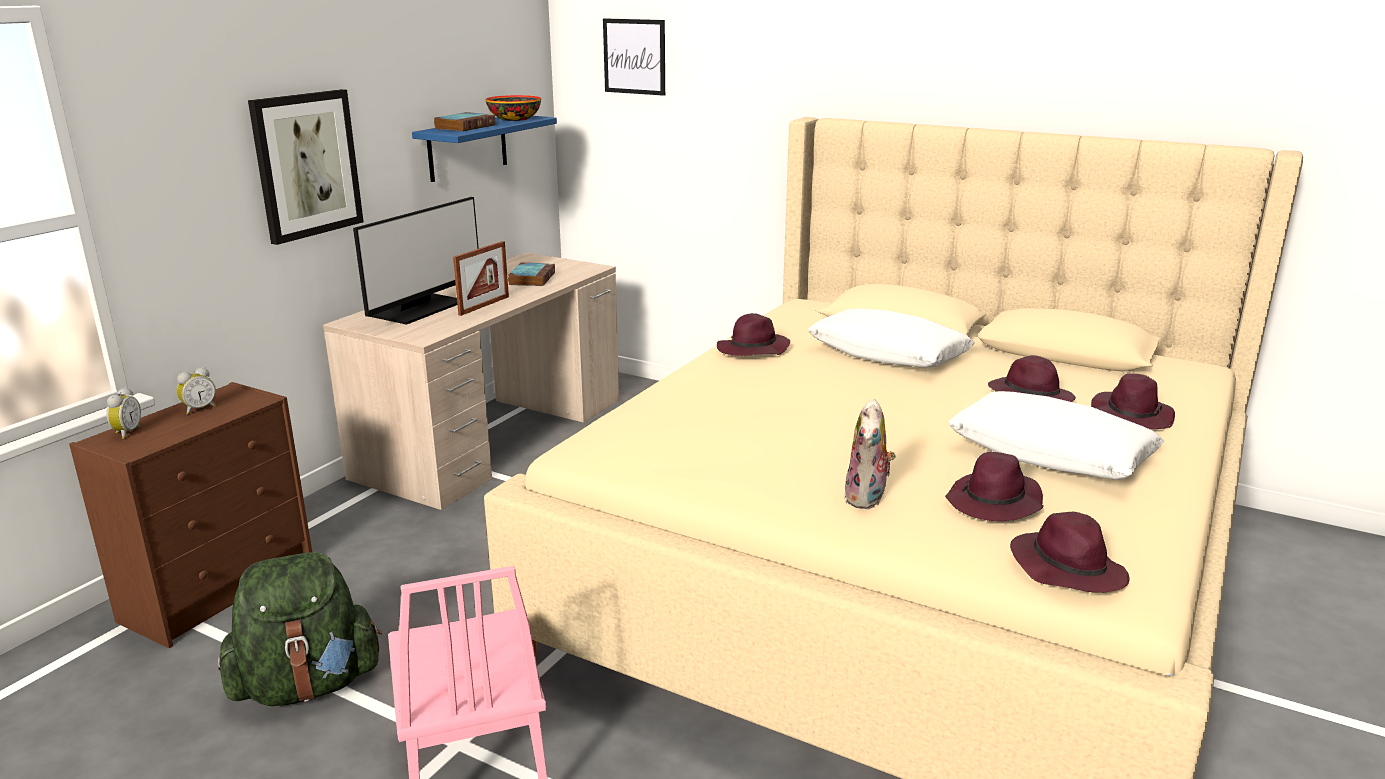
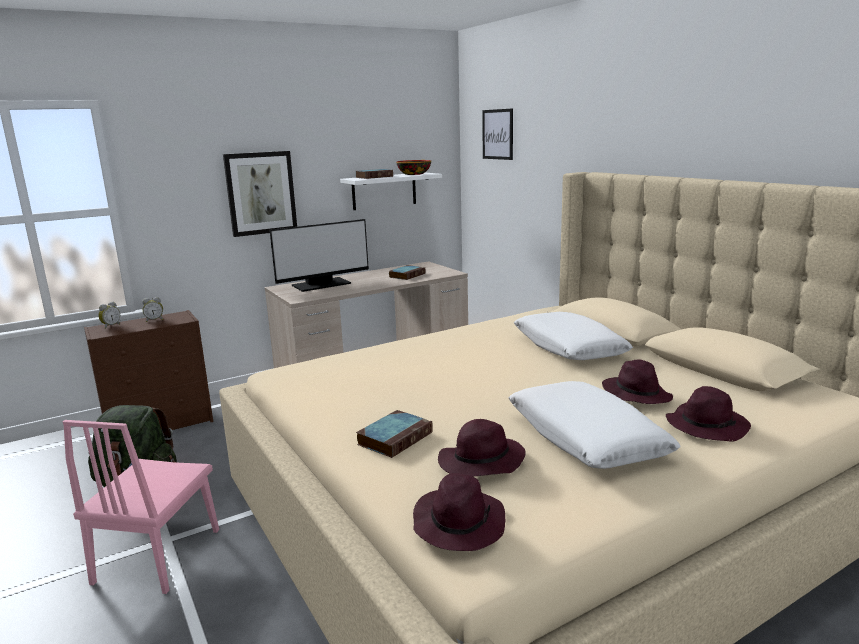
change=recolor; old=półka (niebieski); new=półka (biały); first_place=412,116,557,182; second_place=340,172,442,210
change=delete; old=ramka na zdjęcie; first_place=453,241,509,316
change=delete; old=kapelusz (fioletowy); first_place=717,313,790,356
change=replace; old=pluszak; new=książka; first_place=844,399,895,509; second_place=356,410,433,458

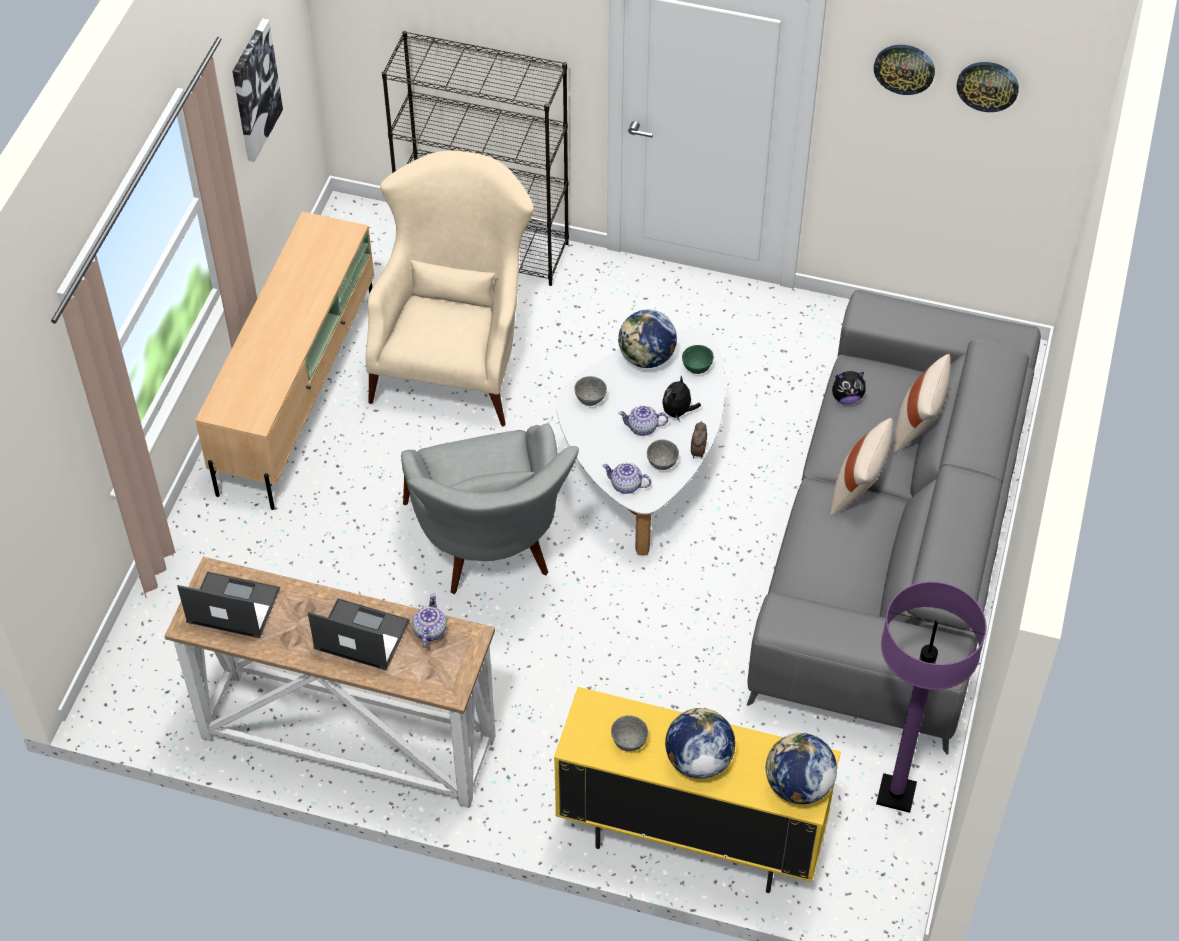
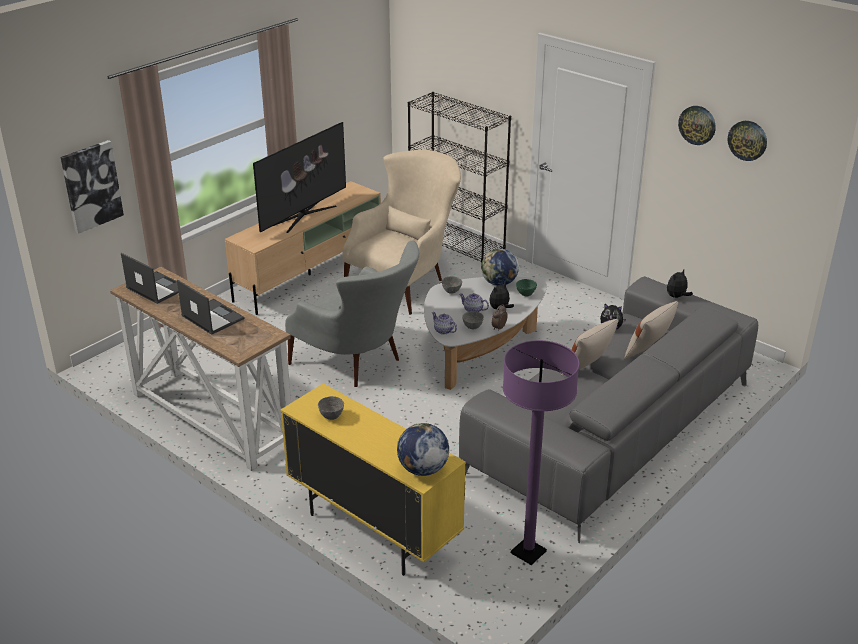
change=move; old=obraz; first_place=232,19,283,162; second_place=61,140,124,234
change=rotate; old=fotel (szary); first_place=401,424,579,594; second_place=285,240,419,387; degrees=-60
change=delete; old=imbryk; first_place=412,593,447,648
change=delete; old=globus; first_place=665,708,736,779
change=insert; new=telewizor; second_place=253,122,346,233
change=insert; new=pluszak; second_place=667,269,693,298

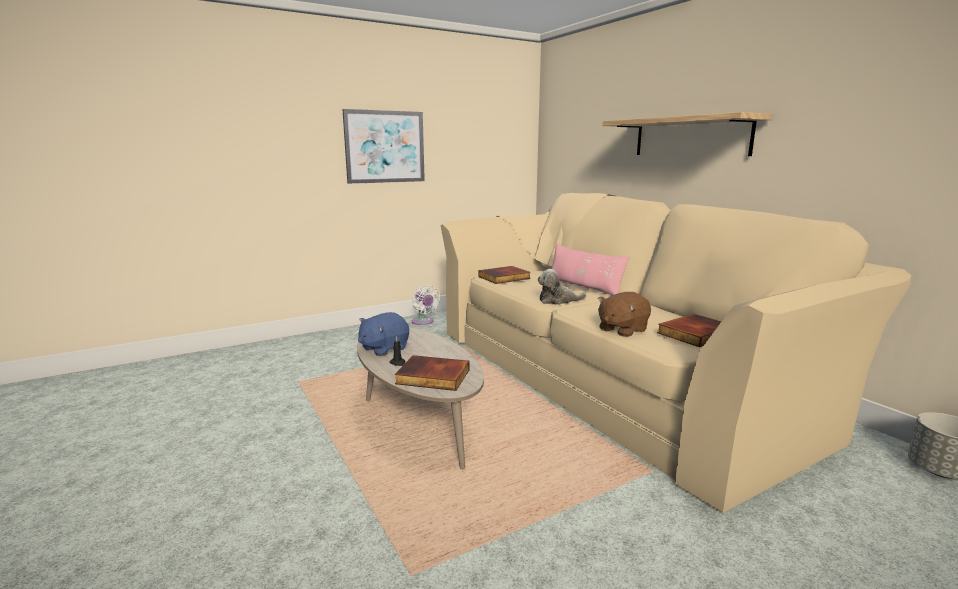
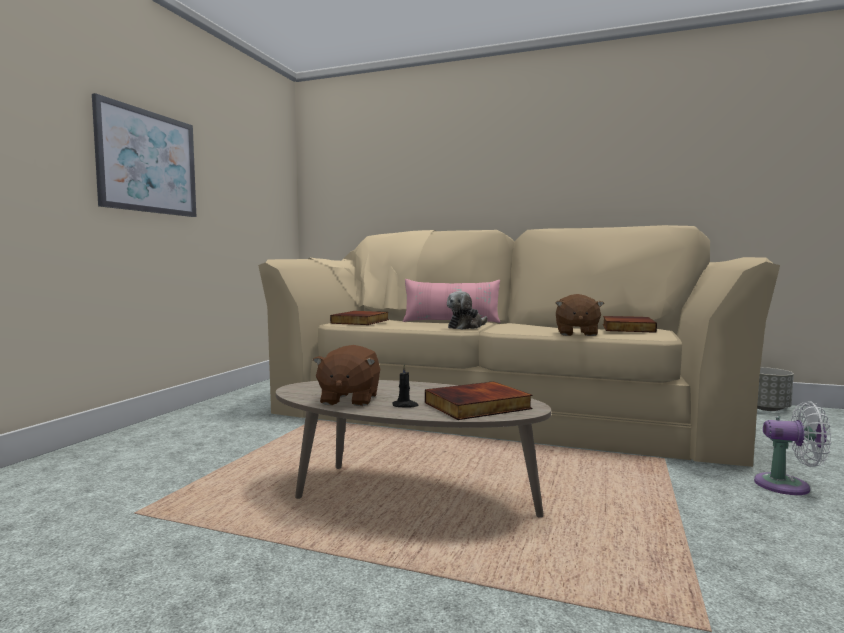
change=recolor; old=pluszak (niebieski); new=pluszak (brązowy); first_place=358,312,409,356; second_place=313,345,380,406
change=move; old=wentylator (biały); first_place=412,285,440,325; second_place=754,401,831,495
change=delete; old=półka; first_place=603,112,772,156

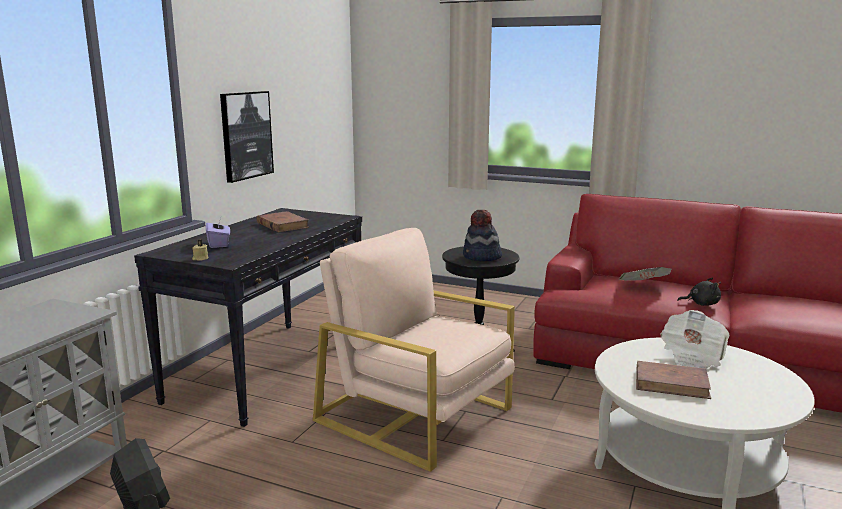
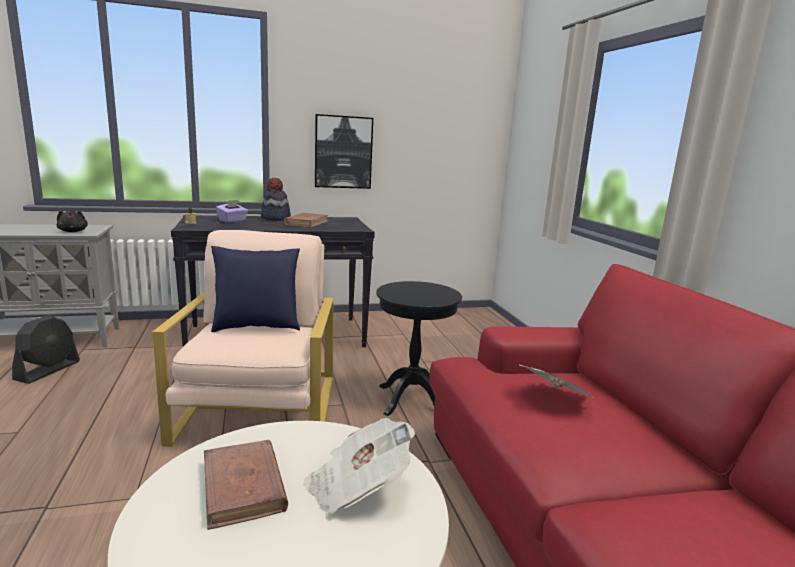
change=move; old=kapelusz; first_place=463,210,502,261; second_place=261,178,291,221
change=move; old=pluszak (czarny); first_place=677,278,721,306; second_place=57,210,88,232
change=insert; new=poduszka (niebieski); second_place=211,246,300,332

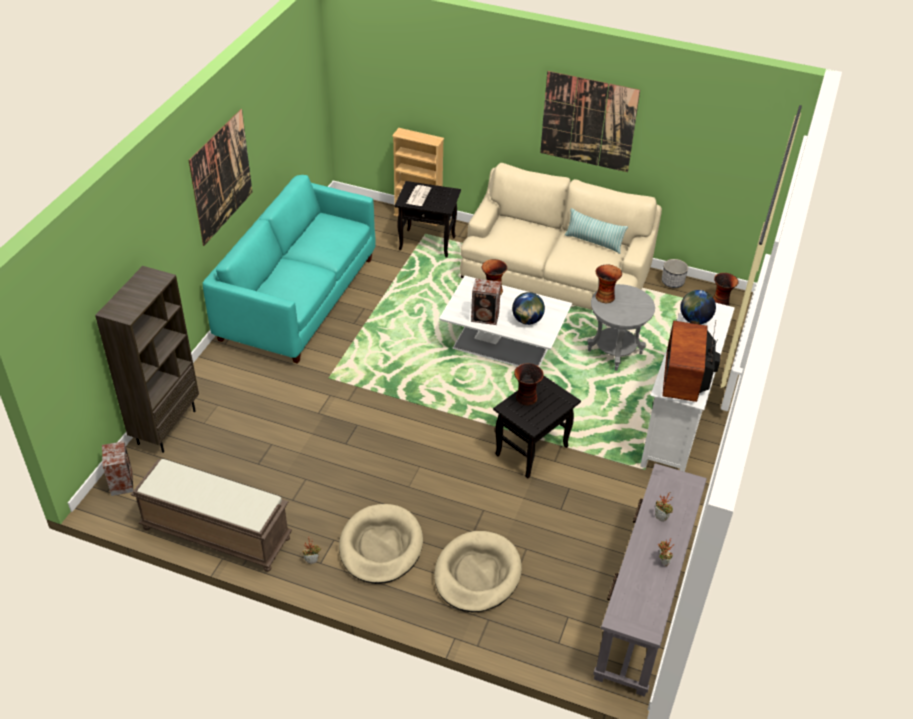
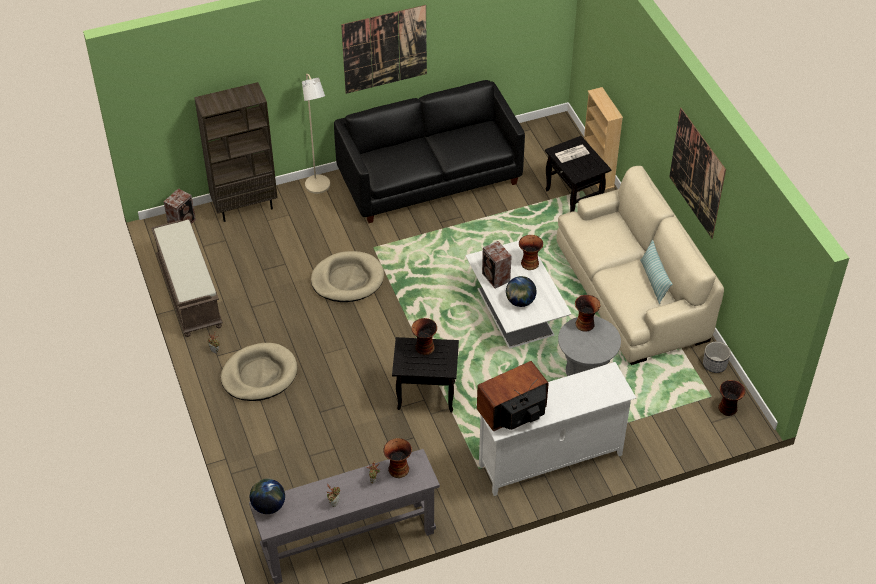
change=recolor; old=kanapa (turkusowy); new=kanapa (czarny); first_place=203,175,376,364; second_place=334,80,525,223
change=move; old=legowisko (beżowy); first_place=434,531,522,612; second_place=311,251,384,302
change=move; old=globus; first_place=680,290,716,324; second_place=250,479,285,514
change=insert; new=lampa stojąca (beżowy); second_place=302,74,330,194
change=insert; new=wazon; second_place=384,438,412,478

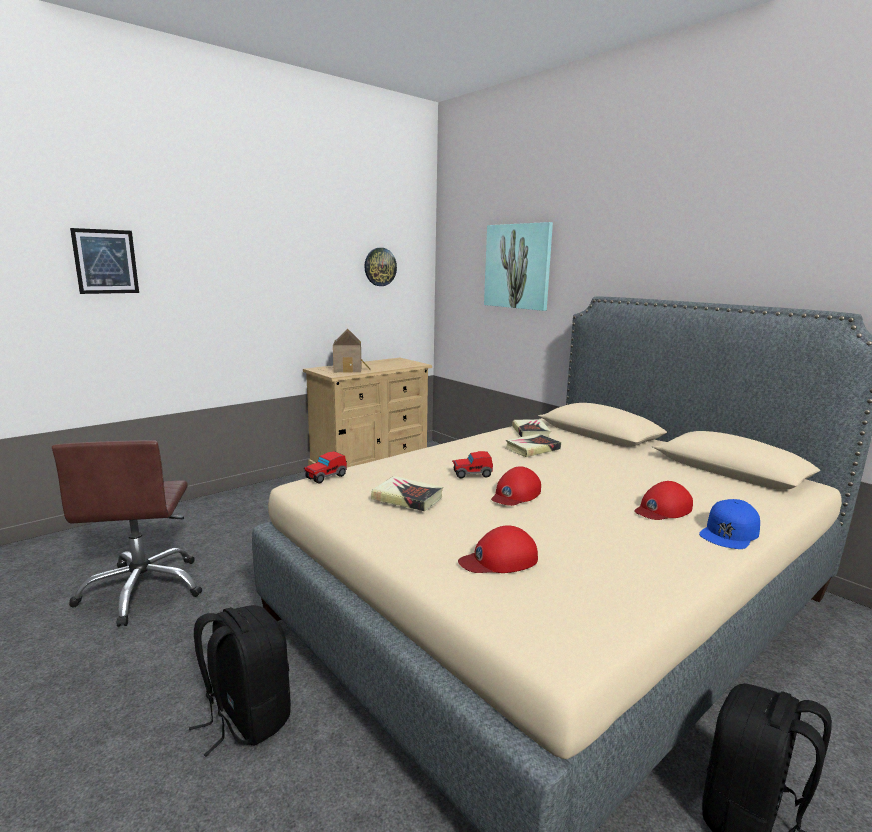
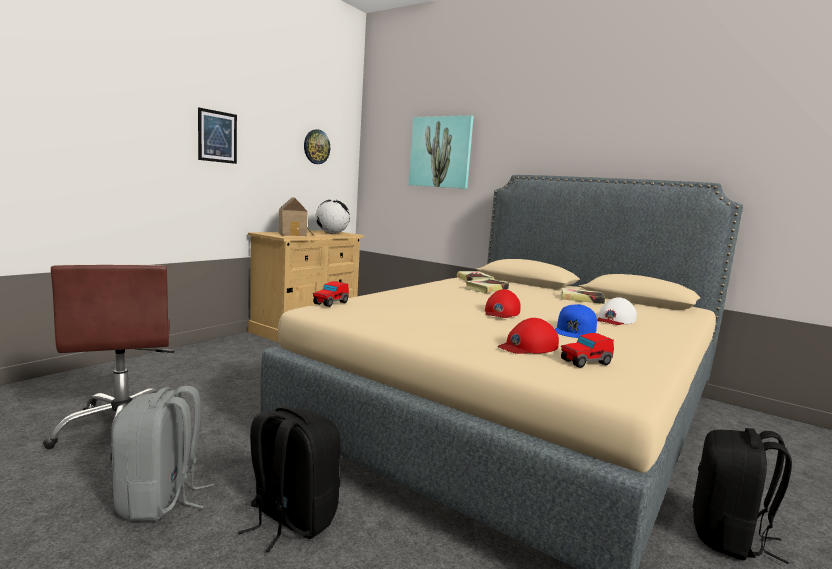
change=move; old=obraz; first_place=70,228,139,294; second_place=198,107,237,164
change=move; old=książka; first_place=371,476,443,511; second_place=560,288,605,304
change=move; old=samochodzik; first_place=452,451,493,479; second_place=561,333,614,368
change=recolor; old=czapka z daszkiem (czerwony); new=czapka z daszkiem (biały); first_place=634,481,693,520; second_place=597,297,637,325
change=move; old=czapka z daszkiem (niebieski); first_place=699,499,760,549; second_place=555,304,597,338
change=insert; new=plecak (szary); second_place=111,386,214,521
change=insert; new=globus; second_place=316,199,350,234

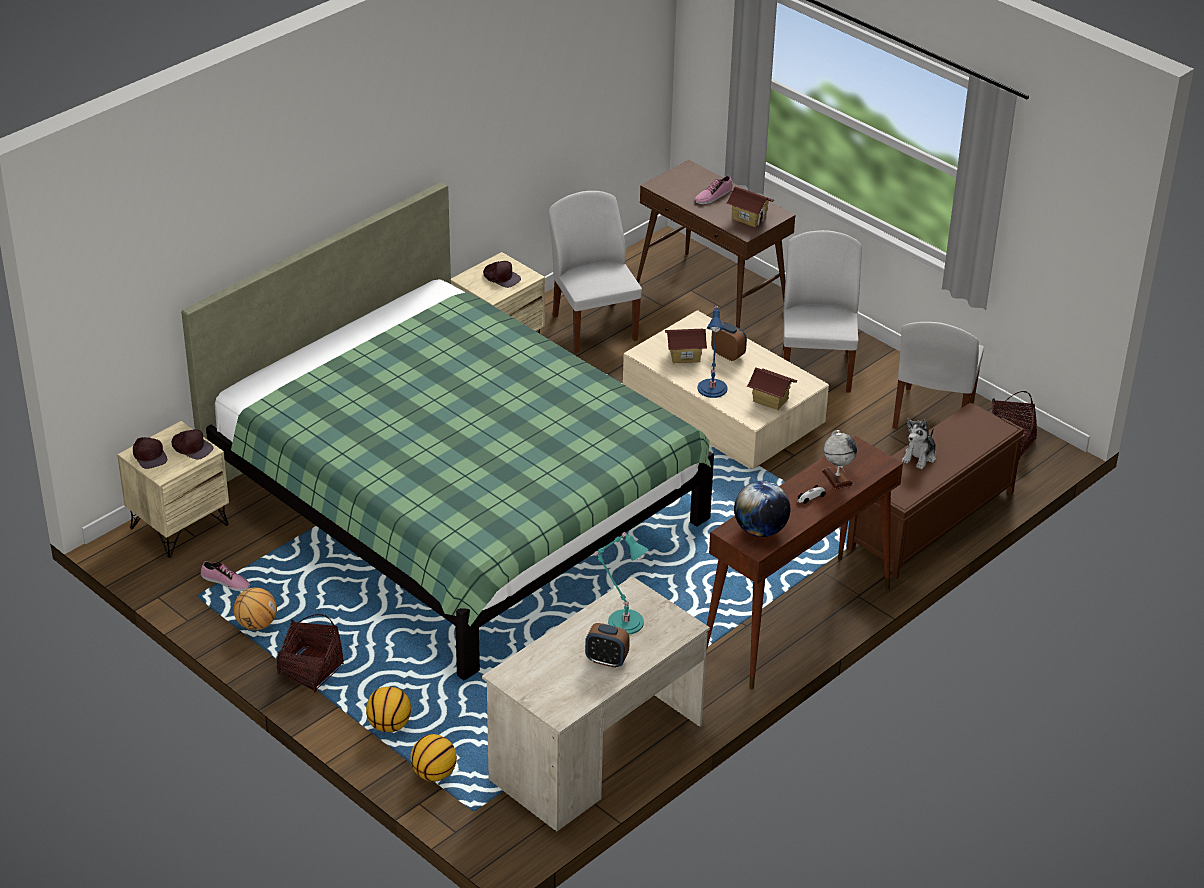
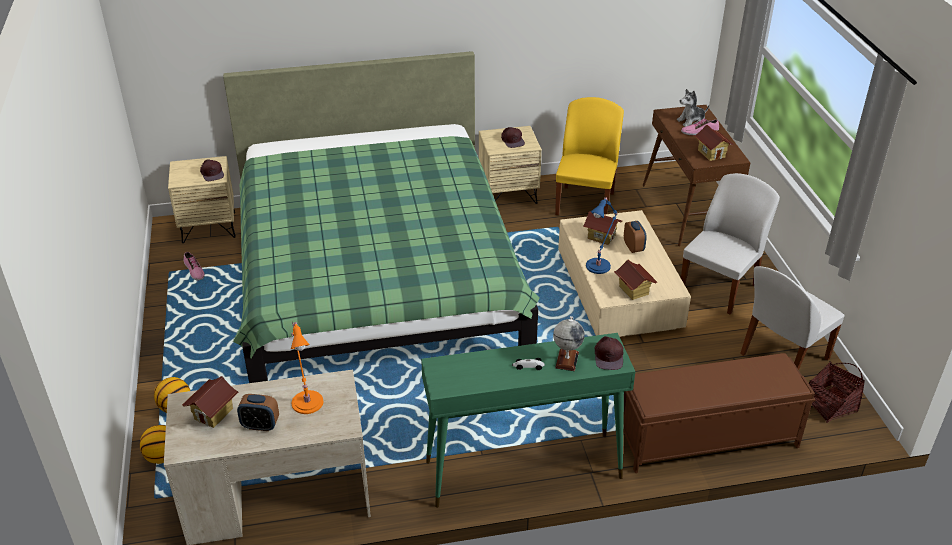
change=move; old=czapka z daszkiem (brązowy); first_place=133,437,167,469; second_place=594,336,624,370
change=delete; old=piłka do koszykówki; first_place=234,587,277,630
change=delete; old=koszyk; first_place=277,614,344,692
change=recolor; old=krzesło (biały); new=krzesło (żółty); first_place=548,191,642,353; second_place=555,97,624,215
change=rotate; old=budzik; first_place=585,623,630,668; second_place=237,394,279,431; degrees=-45
change=recolor; old=lampa stołowa (turkusowy); new=lampa stołowa (pomarańczowy); first_place=593,532,649,634; second_place=291,322,323,414
change=recolor; old=stolik konsolowy (brązowy); new=stolik konsolowy (zielony); first_place=706,436,903,690; second_place=421,333,635,508
change=delete; old=globus; first_place=734,481,790,537
change=move; old=pluszak; first_place=902,419,936,469; second_place=677,89,709,127
change=insert; new=domek; second_place=182,376,238,428

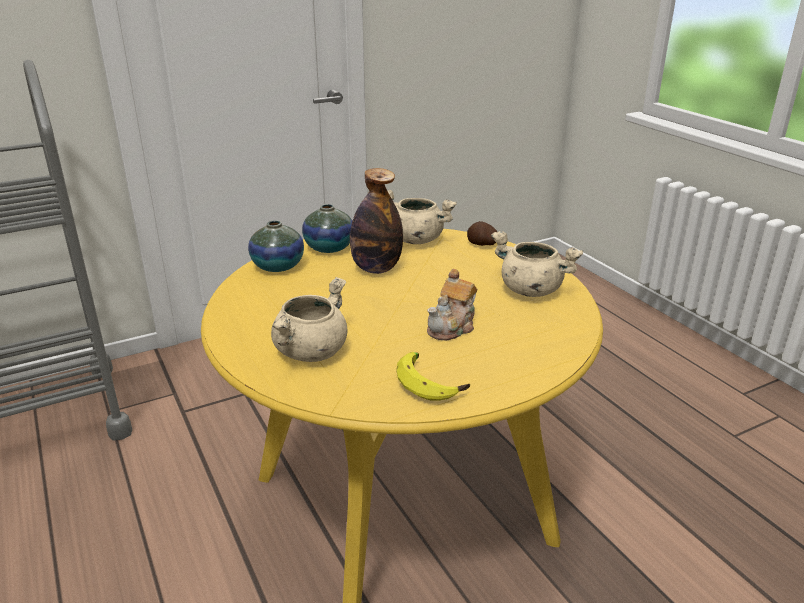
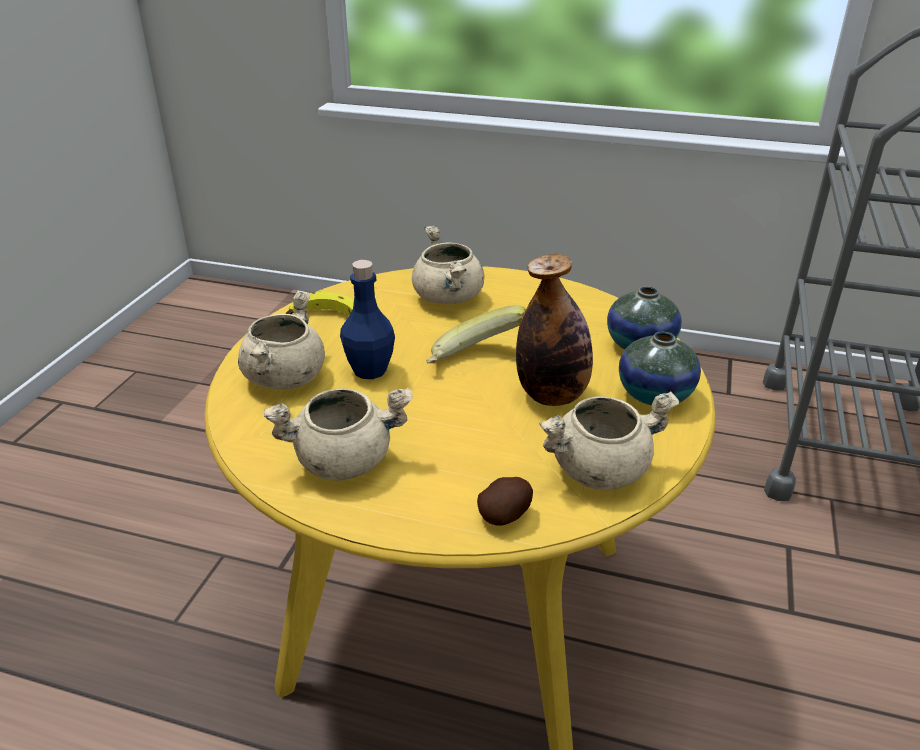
change=replace; old=imbryk; new=butelka (niebieski); first_place=427,269,477,341; second_place=340,260,395,379
change=insert; new=garnek (beżowy); second_place=238,290,325,389
change=insert; new=banan; second_place=426,305,526,363

